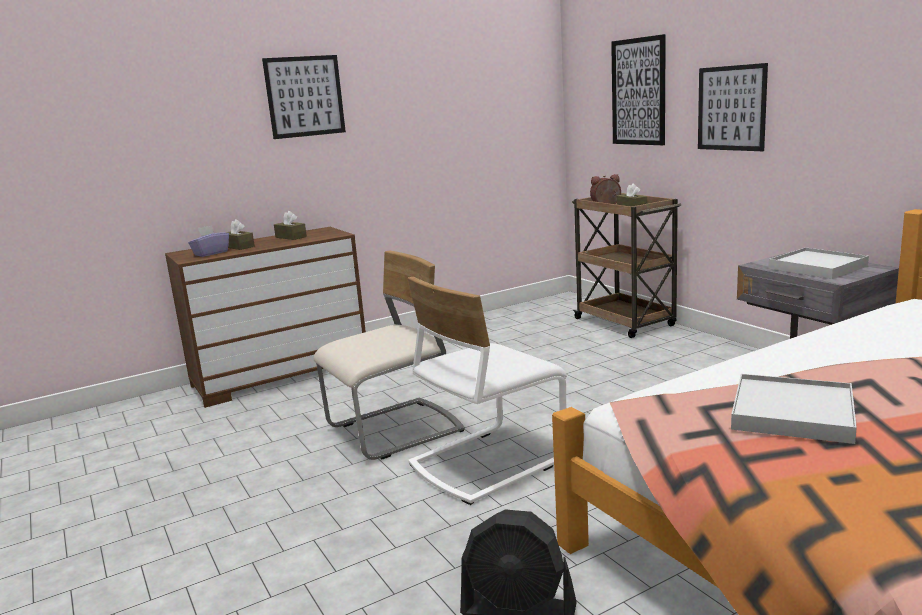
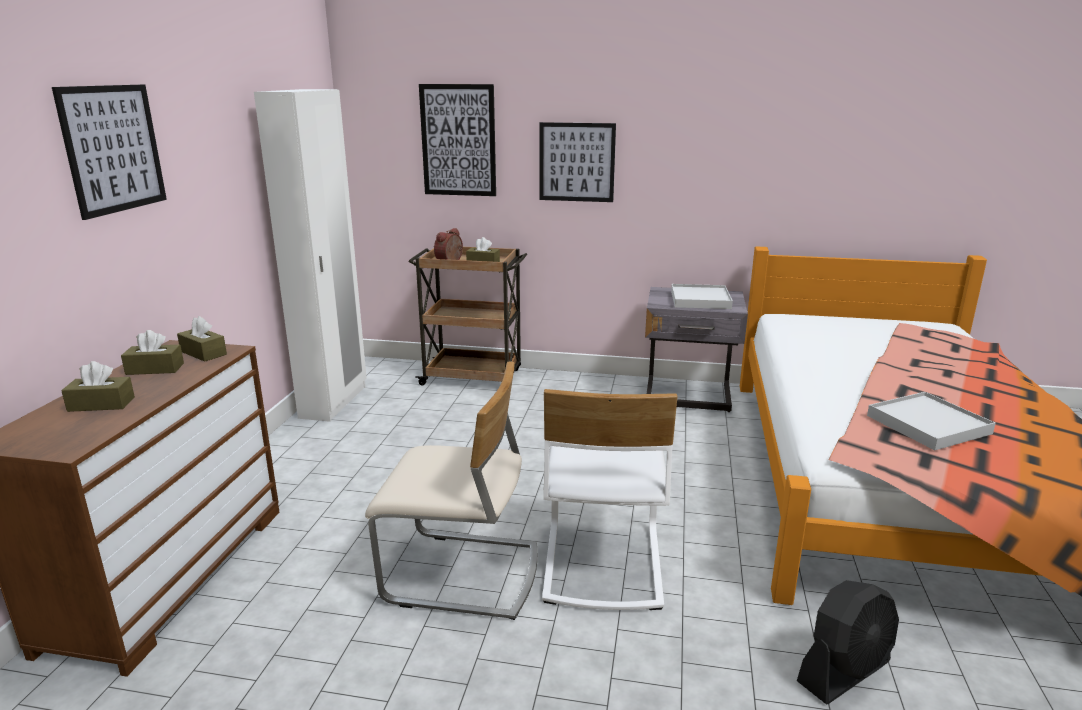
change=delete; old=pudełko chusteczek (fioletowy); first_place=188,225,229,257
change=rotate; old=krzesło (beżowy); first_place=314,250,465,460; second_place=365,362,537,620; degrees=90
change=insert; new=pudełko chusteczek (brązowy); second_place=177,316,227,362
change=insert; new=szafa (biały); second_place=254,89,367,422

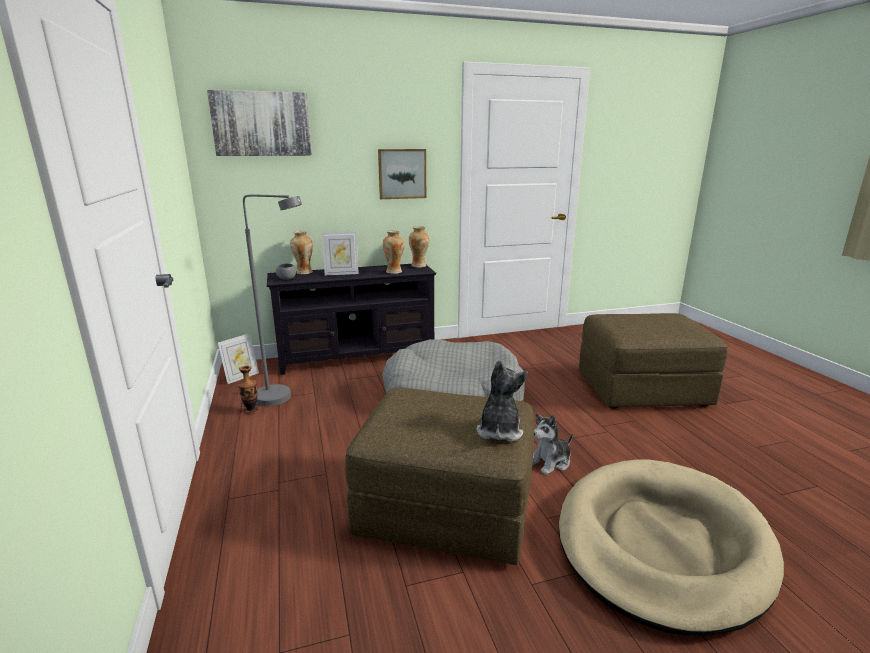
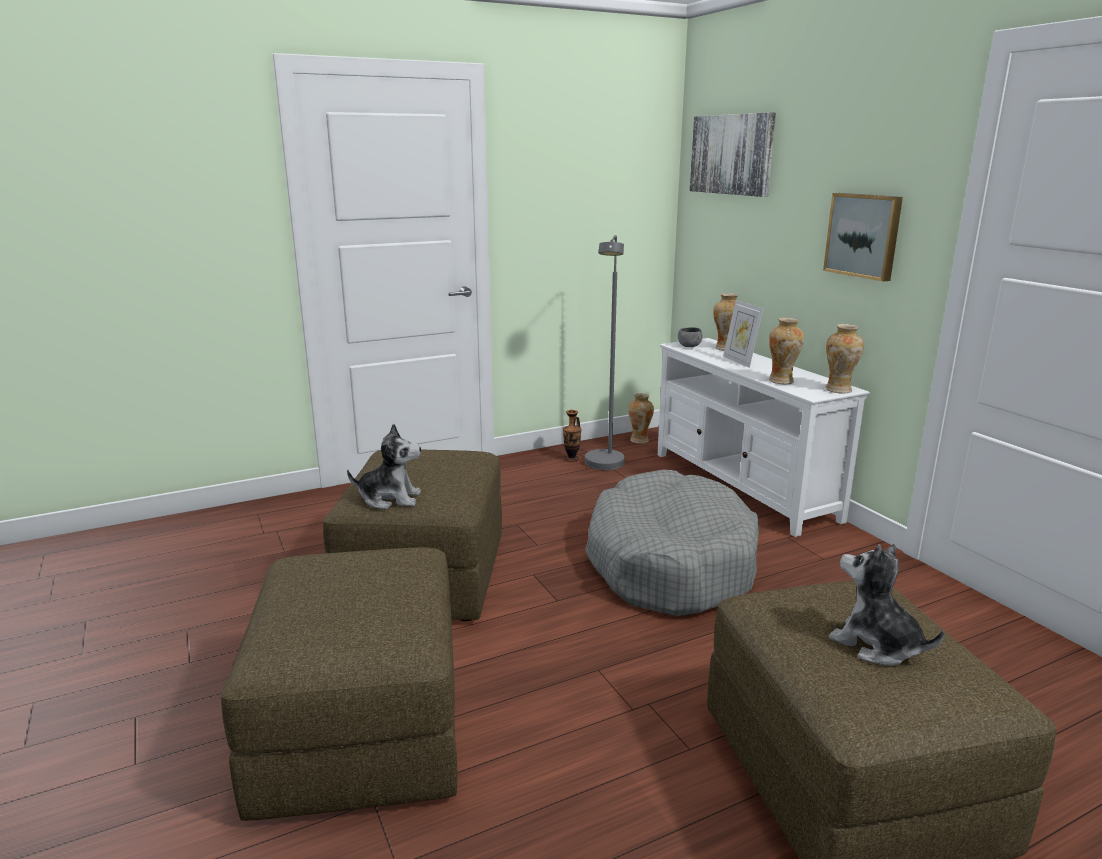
change=replace; old=ramka na zdjęcie; new=wazon; first_place=218,333,259,384; second_place=628,393,654,444
change=recolor; old=szafka pod telewizor (czarny); new=szafka pod telewizor (biały); first_place=267,264,436,375; second_place=658,338,870,537
change=move; old=pluszak; first_place=533,413,573,475; second_place=829,544,944,666
change=replace; old=legowisko (beżowy); new=pufa (brązowy); first_place=559,459,784,636; second_place=221,547,457,821

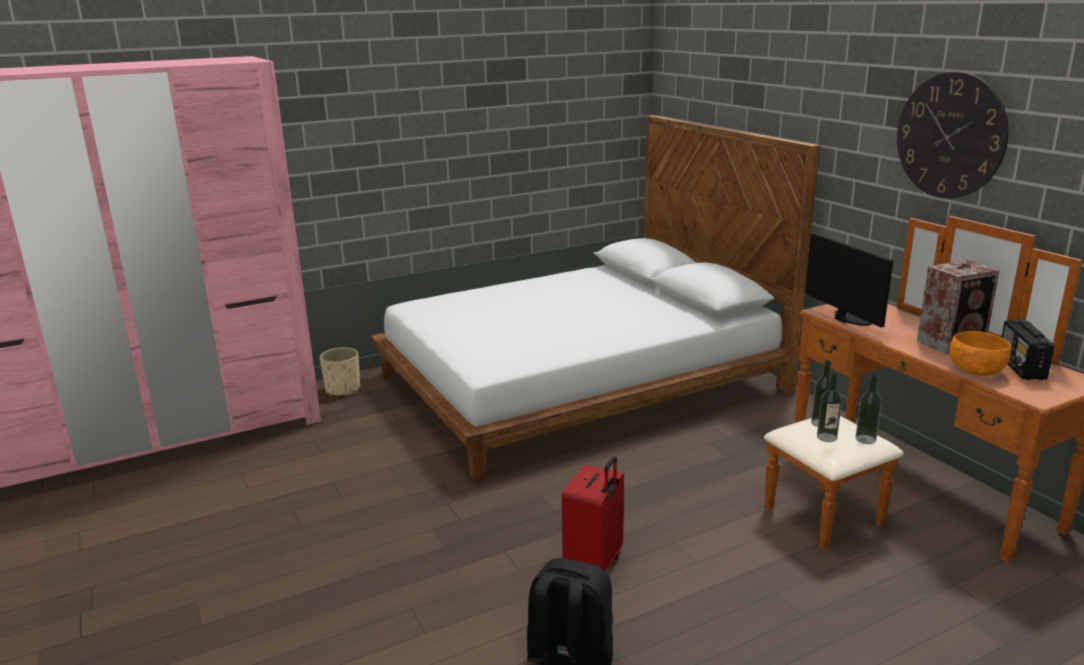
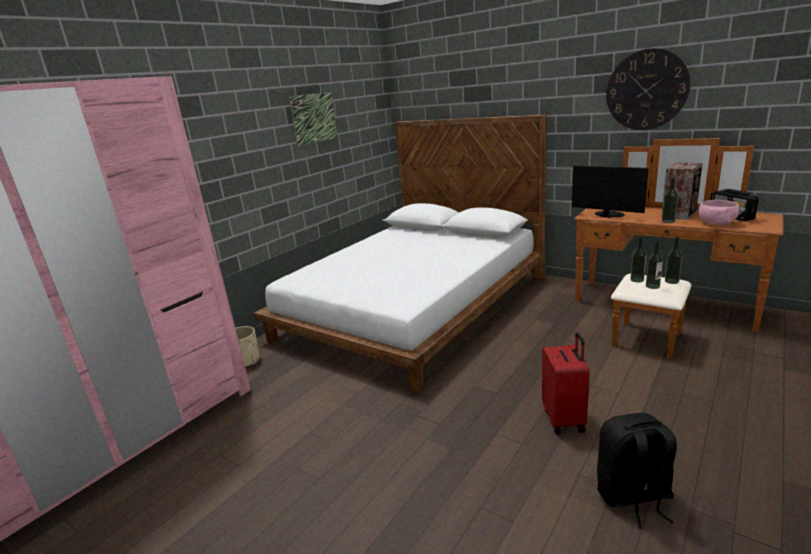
change=recolor; old=miska (pomarańczowy); new=miska (różowy); first_place=949,331,1011,376; second_place=698,200,739,225
change=insert; new=obraz; second_place=289,92,338,146
change=insert; new=butelka; second_place=662,178,678,223

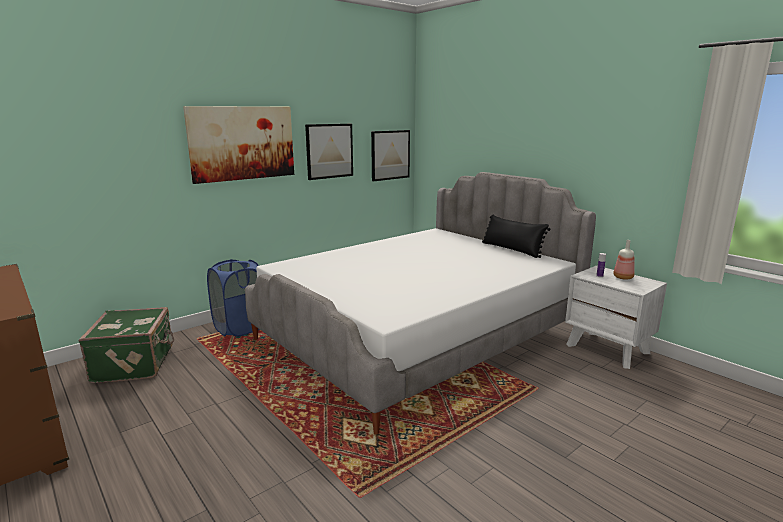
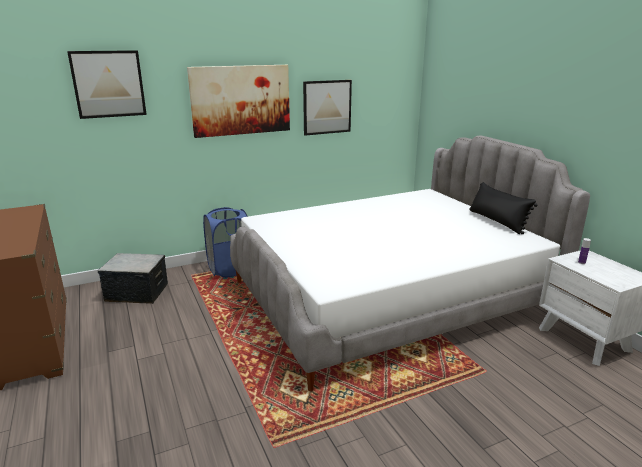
change=replace; old=walizka (zielony); new=pojemnik do przechowywania; first_place=79,307,174,383; second_place=98,253,168,304
change=move; old=obraz; first_place=371,130,410,181; second_place=67,50,147,119
change=delete; old=butelka; first_place=613,240,635,280

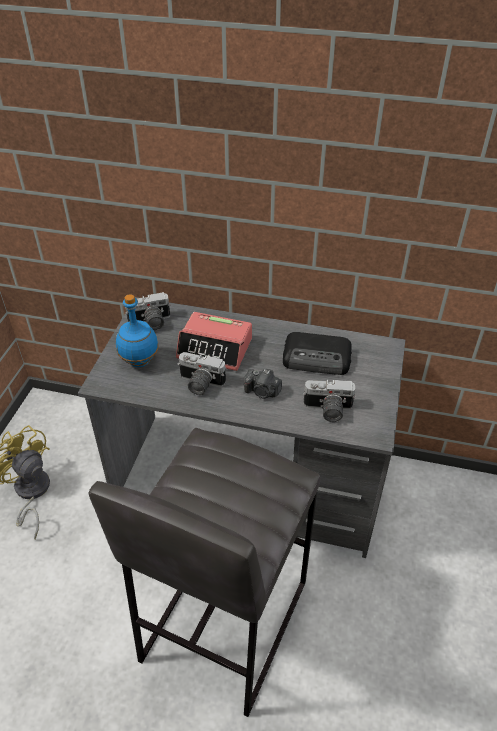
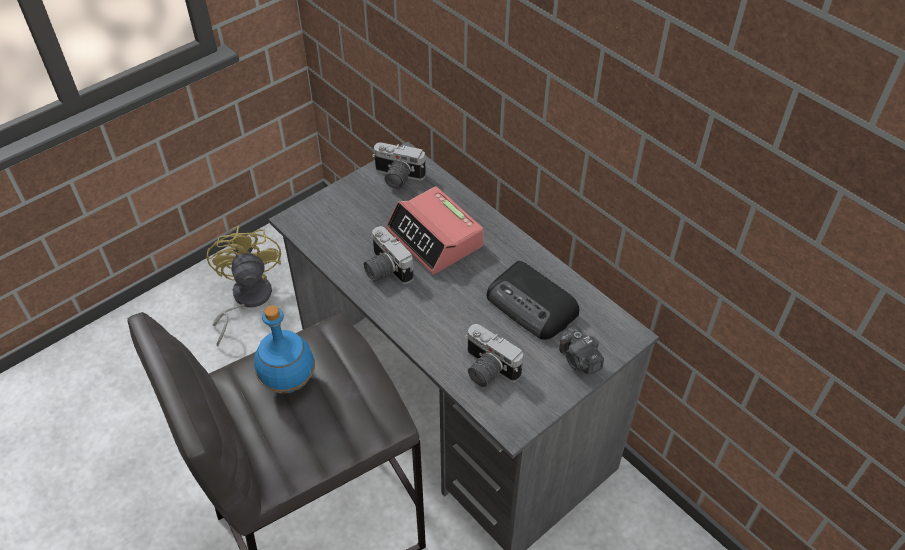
change=move; old=butelka (niebieski); first_place=116,294,158,367; second_place=254,305,315,394
change=move; old=aparat fotograficzny; first_place=244,369,282,398; second_place=559,327,604,374

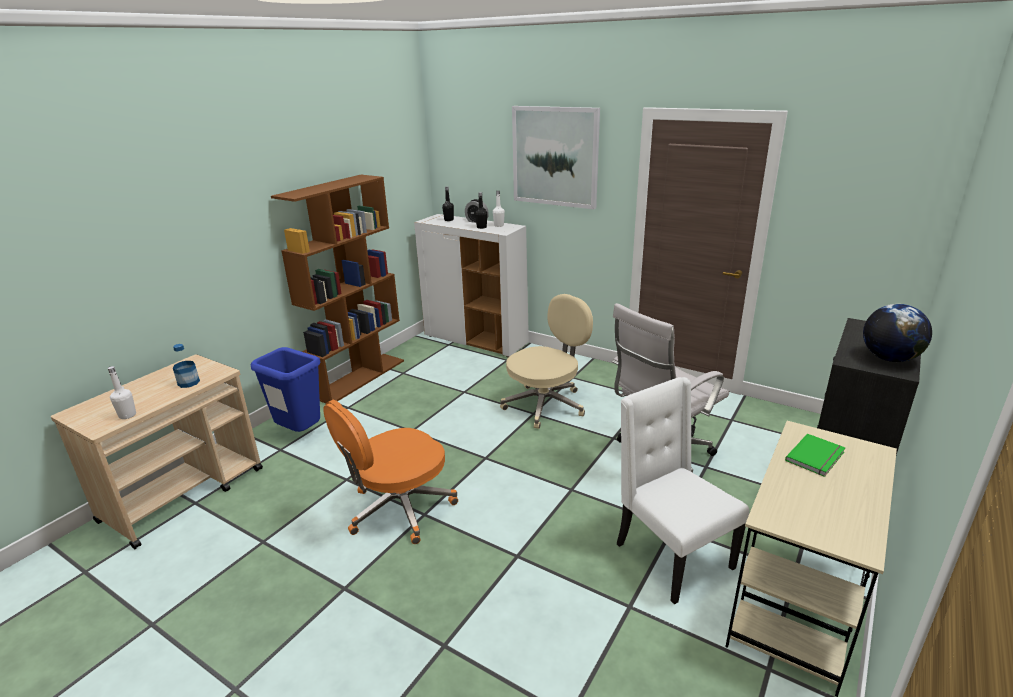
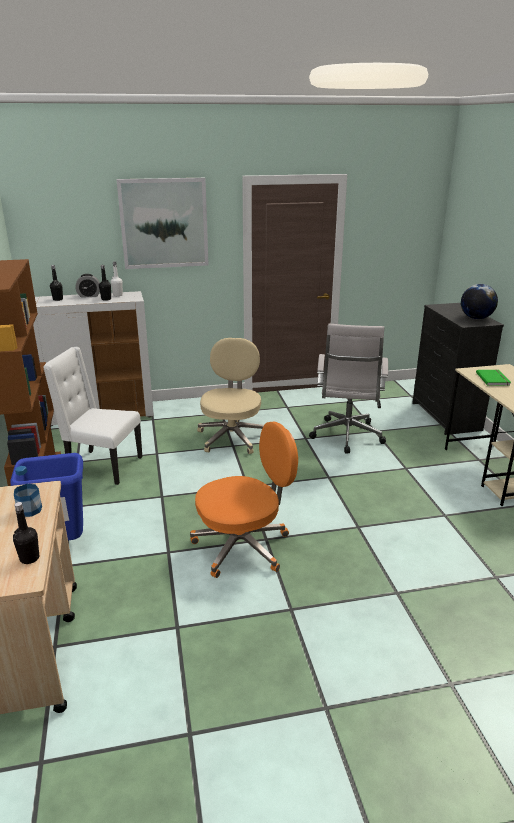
change=recolor; old=butelka (biały); new=butelka (czarny); first_place=108,366,136,419; second_place=13,502,39,564
change=rotate; old=krzesło biurowe (pomarańczowy); first_place=323,400,458,544; second_place=190,421,298,578; degrees=-120
change=move; old=krzesło (biały); first_place=617,377,749,605; second_place=43,347,142,485

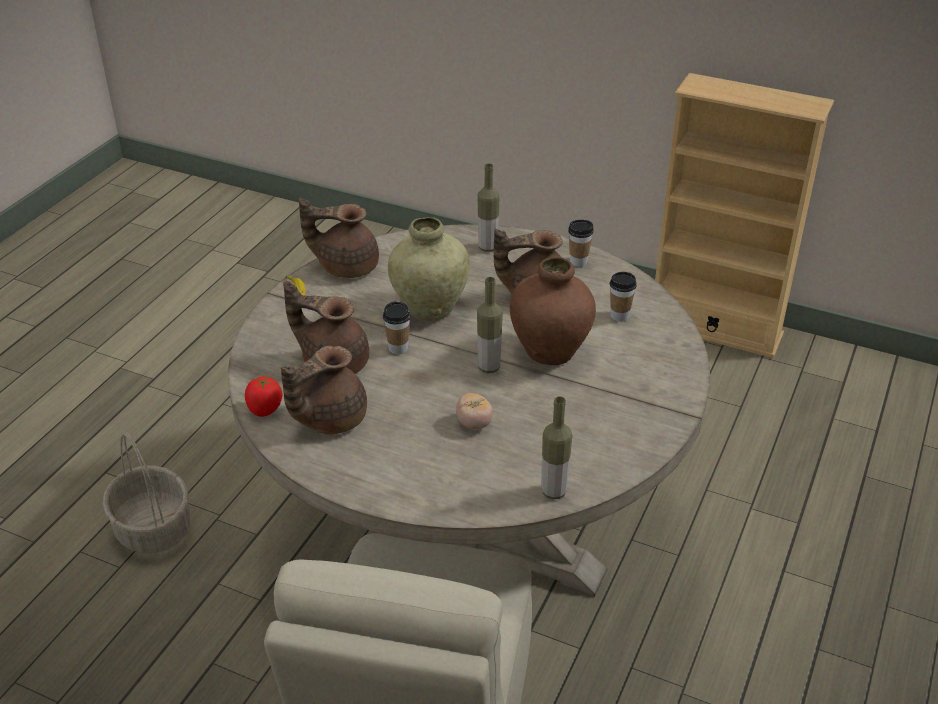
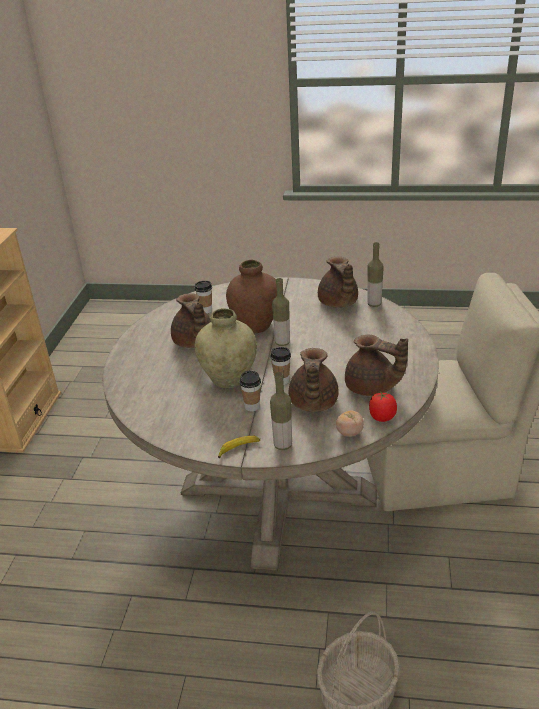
change=move; old=imbryk (brązowy); first_place=299,198,379,278; second_place=318,257,358,308
change=move; old=pomidor; first_place=456,393,493,429; second_place=336,410,364,437
change=move; old=butelka; first_place=478,163,499,252; second_place=270,372,292,450
change=move; old=filiżanka; first_place=568,220,594,267; second_place=239,370,261,412

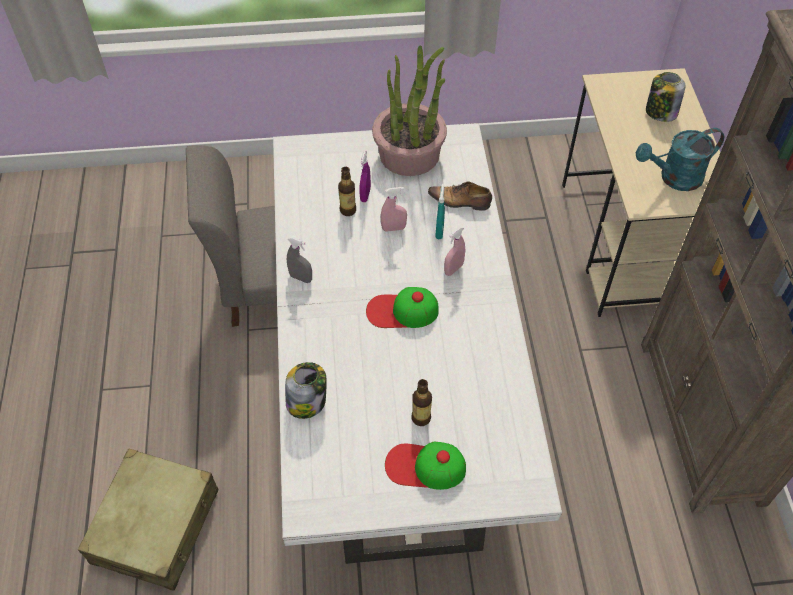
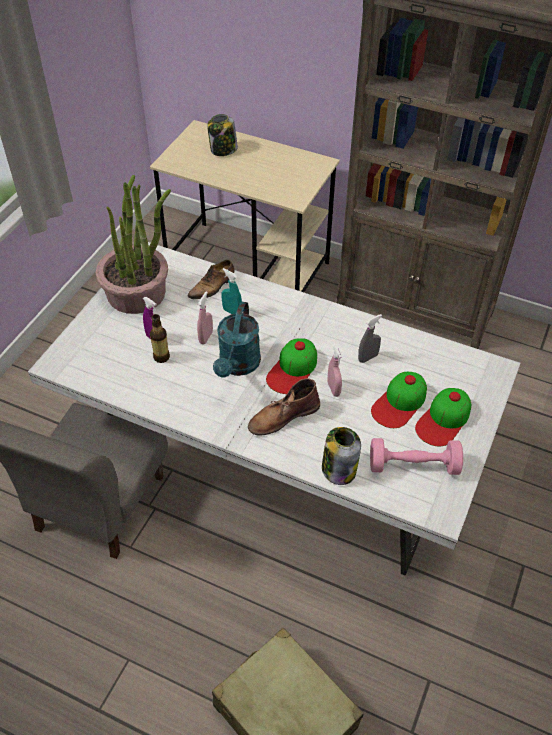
change=move; old=spryskiwacz (szary); first_place=287,237,312,283; second_place=358,314,382,363
change=replace; old=butelka; new=czapka z daszkiem; first_place=412,379,432,426; second_place=371,372,427,428
change=move; old=spryskiwacz (różowy); first_place=444,226,465,276; second_place=328,346,342,397
change=move; old=konewka (turkusowy); first_place=636,128,724,191; second_place=213,301,261,378
change=insert; new=but z cholewką (brązowy); second_place=248,378,320,435
change=insert; new=hantel (różowy); second_place=370,438,463,475

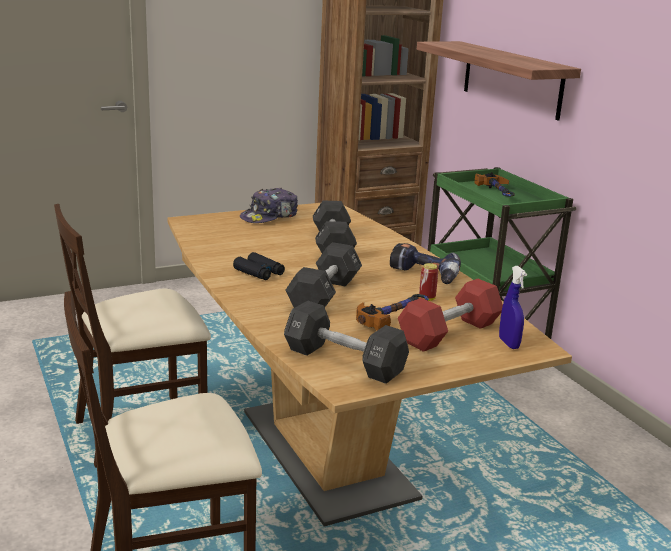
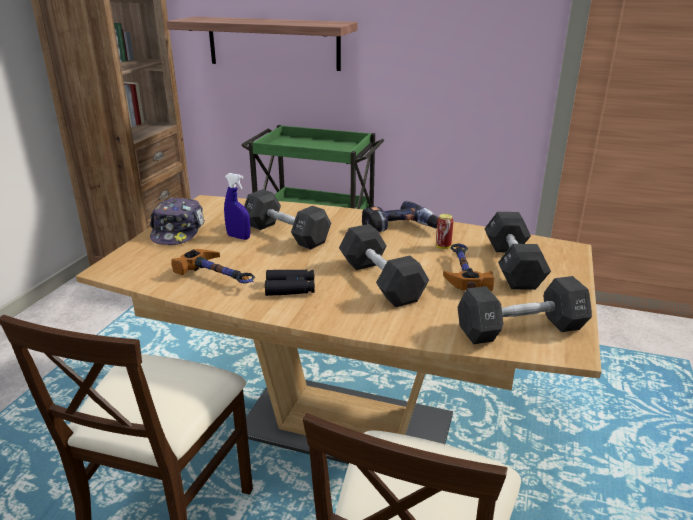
change=recolor; old=hantel (czerwony); new=hantel (czarny); first_place=398,279,503,352; second_place=484,212,551,290
change=move; old=młotek; first_place=475,172,515,197; second_place=172,249,255,284
change=move; old=spryskiwacz (niebieski); first_place=499,266,527,349; second_place=224,173,250,240

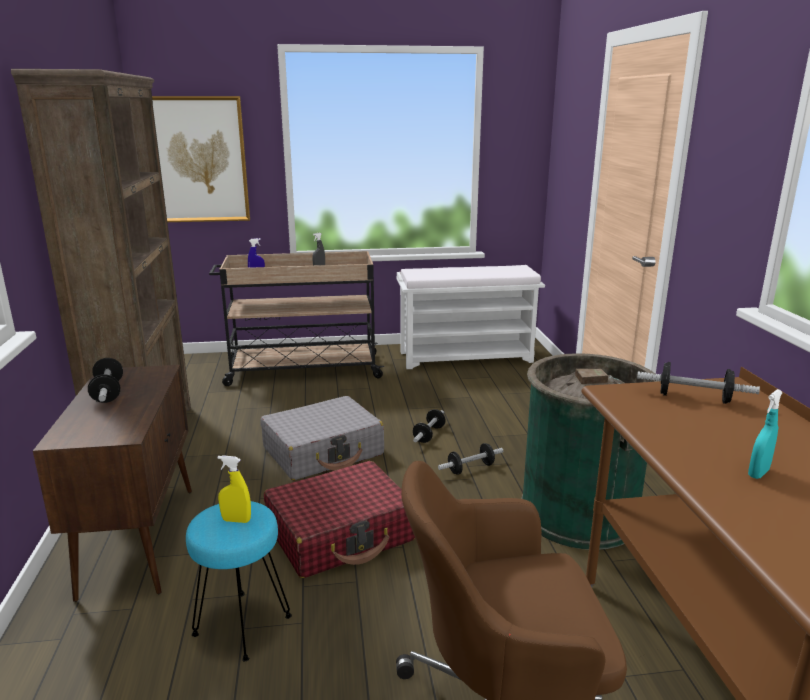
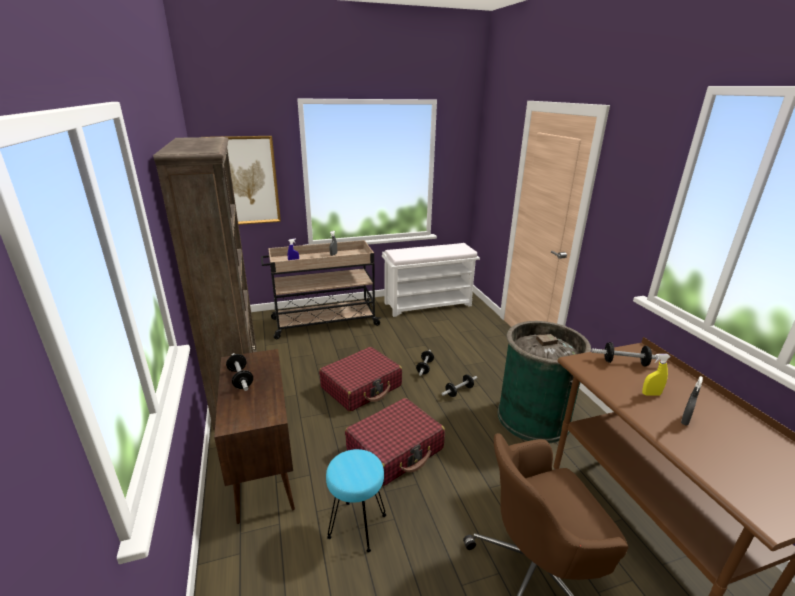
change=move; old=spryskiwacz (żółty); first_place=218,455,251,523; second_place=642,354,671,396
change=recolor; old=walizka (szary); new=walizka (czerwony); first_place=260,396,384,480; second_place=319,347,402,412
change=recolor; old=spryskiwacz (turkusowy); new=spryskiwacz (szary); first_place=748,389,783,479; second_place=681,376,703,426

